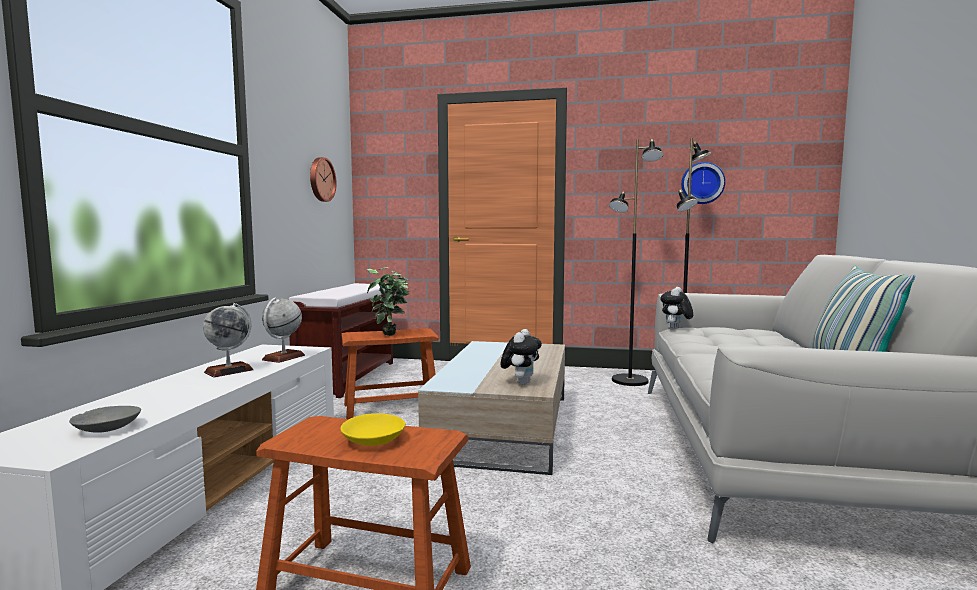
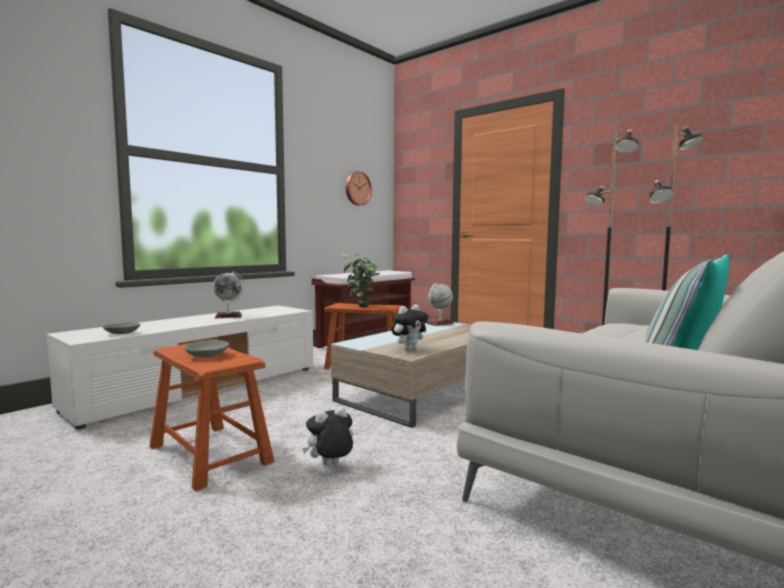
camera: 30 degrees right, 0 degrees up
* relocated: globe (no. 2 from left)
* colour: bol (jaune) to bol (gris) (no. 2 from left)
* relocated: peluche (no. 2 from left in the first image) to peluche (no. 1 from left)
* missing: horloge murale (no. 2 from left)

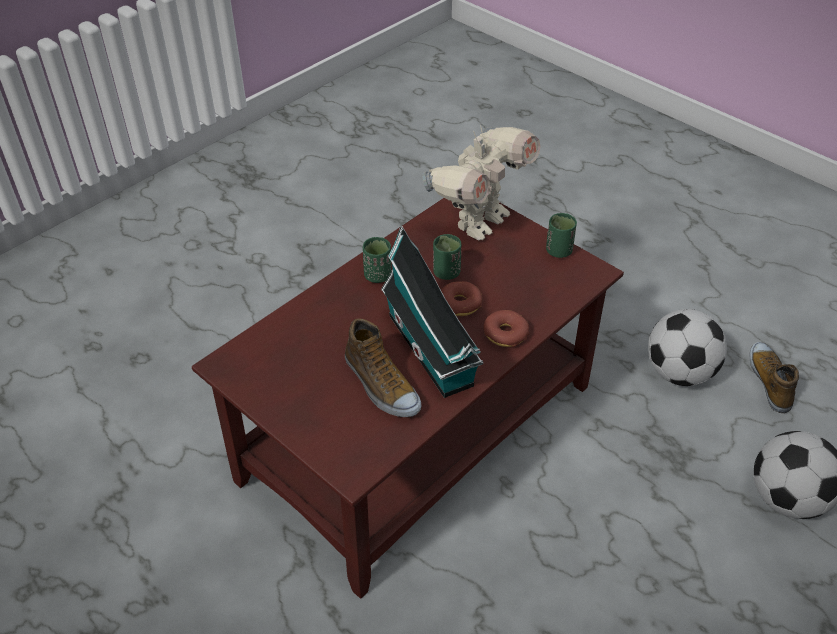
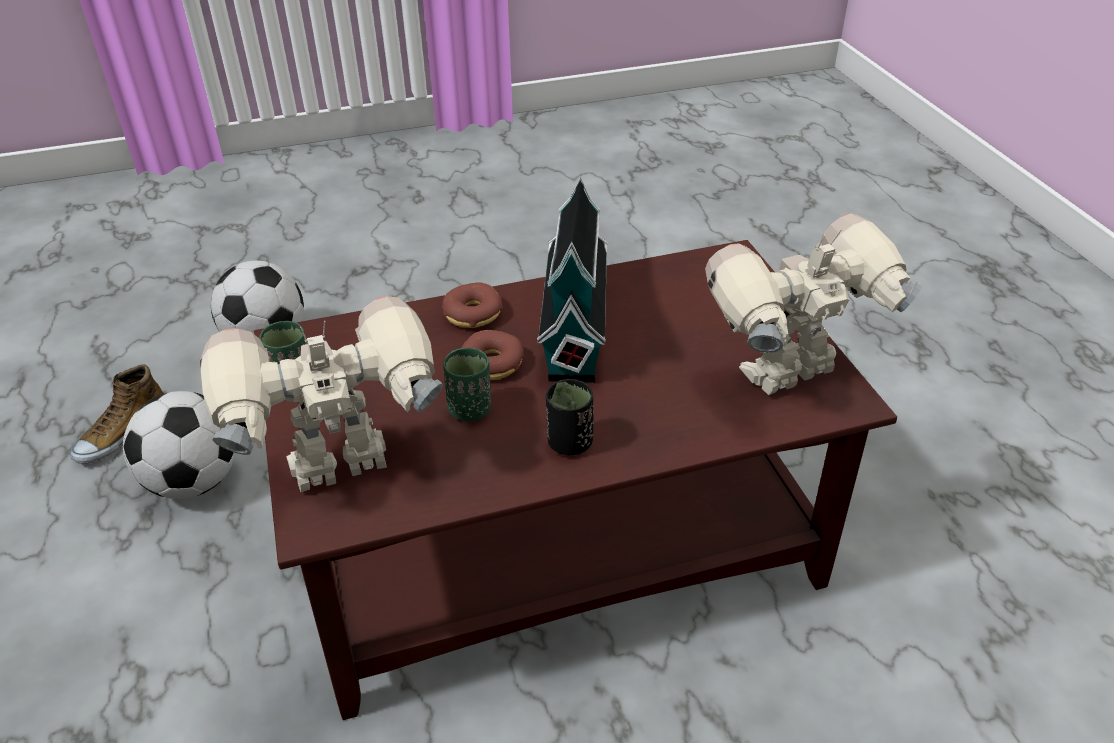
camera: 150 degrees left, 5 degrees down
* missing: chaussure (no. 1 from left)
* colour: tasse (vert) (no. 1 from left) to tasse (noir)
* appeared: robot jouet (no. 2 from left)

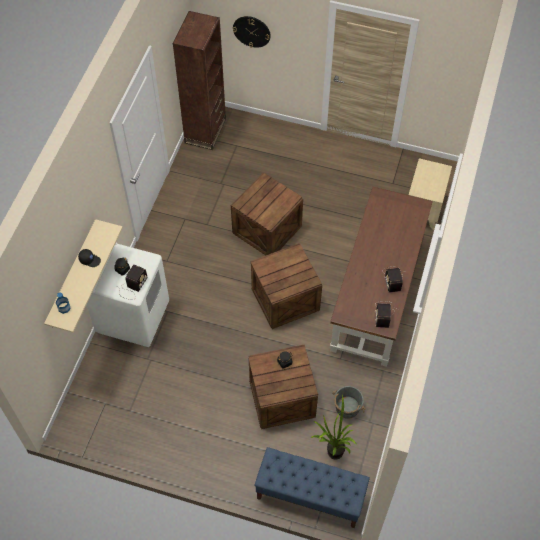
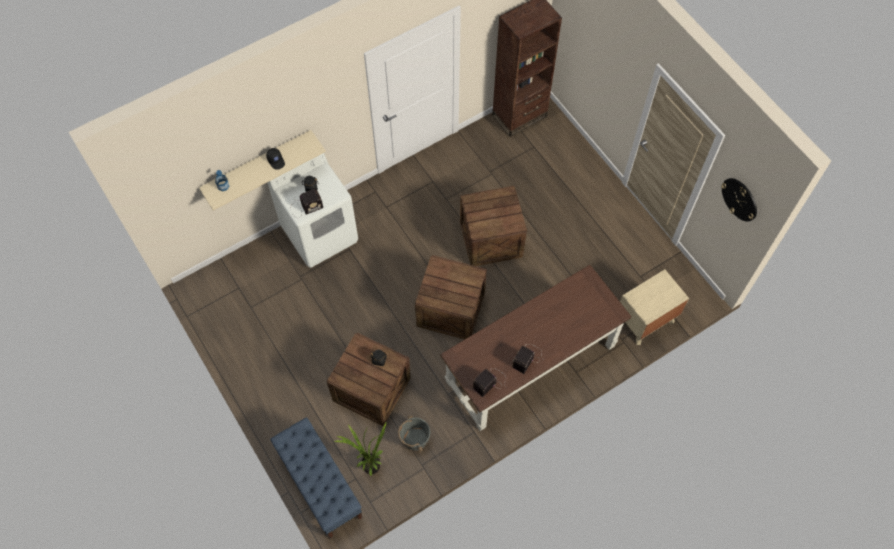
camera: 40 degrees right, 5 degrees up
* relocated: horloge murale

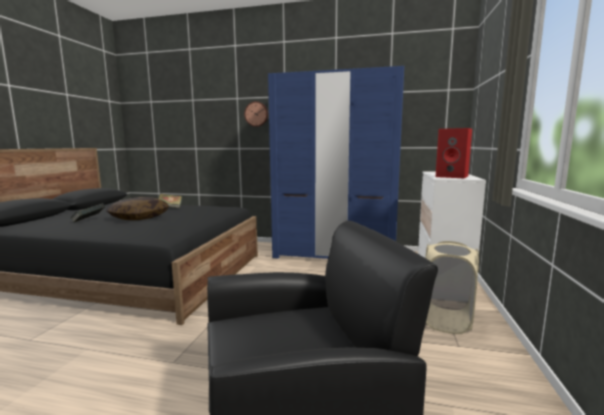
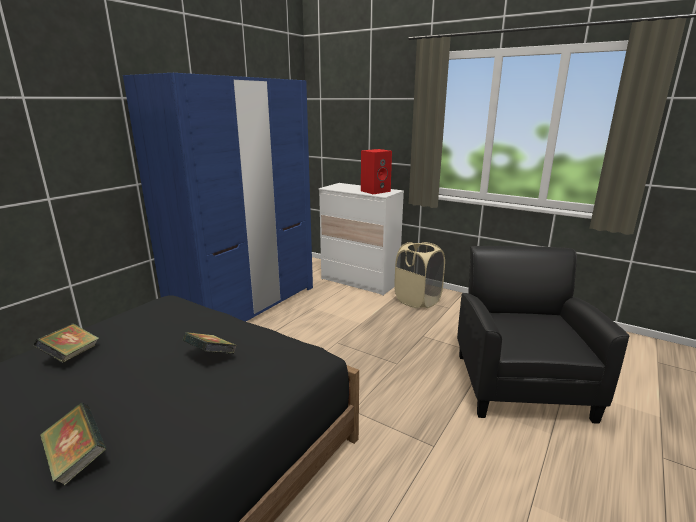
camera: 70 degrees left, 10 degrees up
* missing: coussin
* missing: horloge murale
* appeared: livre (no. 3 from left)

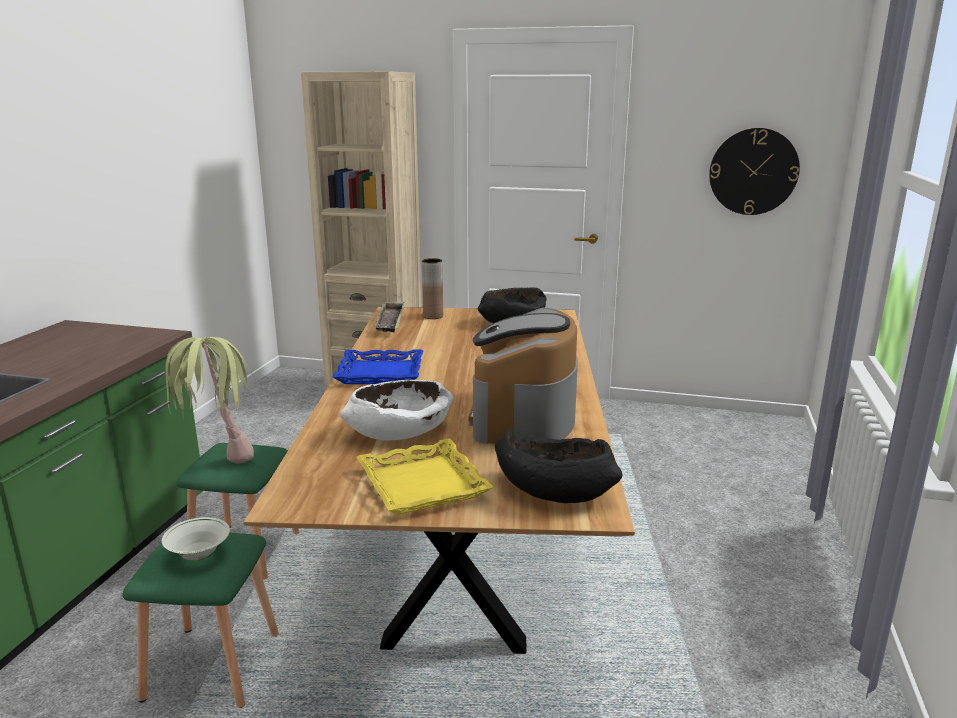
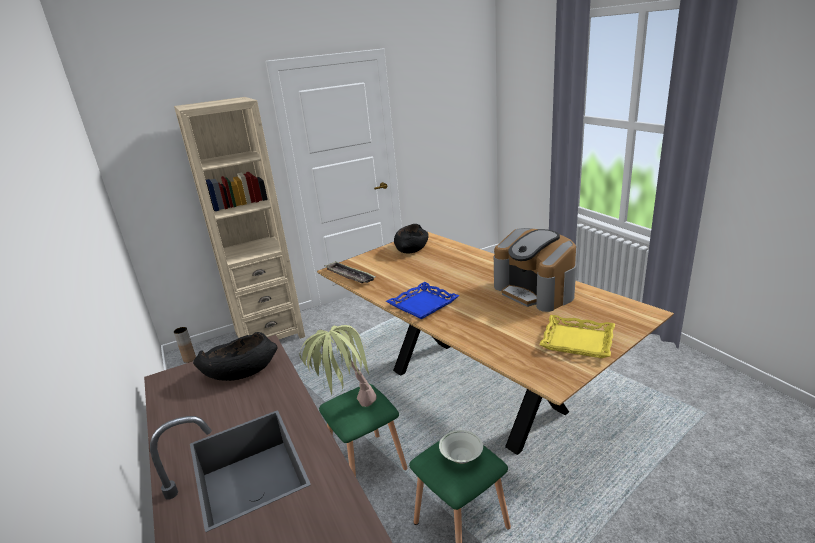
camera: 40 degrees left, 5 degrees up
* missing: bol (blanc) (no. 2 from left)
* relocated: vase (marron)
* relocated: bol (noir) (no. 2 from left in the first image) to bol (noir) (no. 1 from left)
* missing: horloge murale

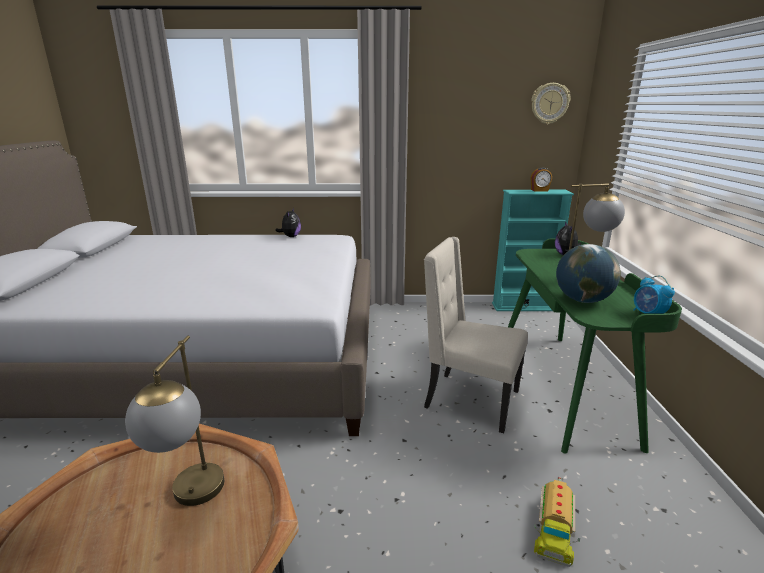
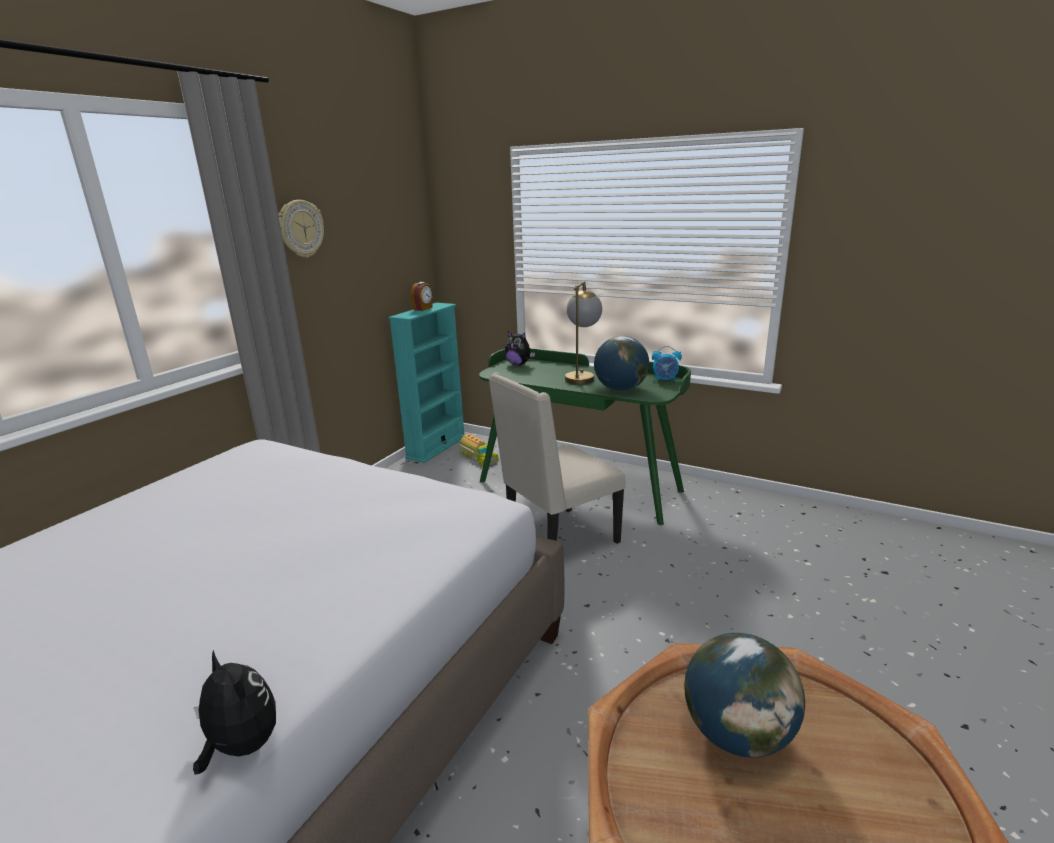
camera: 60 degrees left, 0 degrees up
* exchanged: lampe de table (no. 1 from left) to globe (no. 2 from left)
* relocated: peluche (no. 1 from left)
* relocated: horloge murale
* relocated: camion jouet

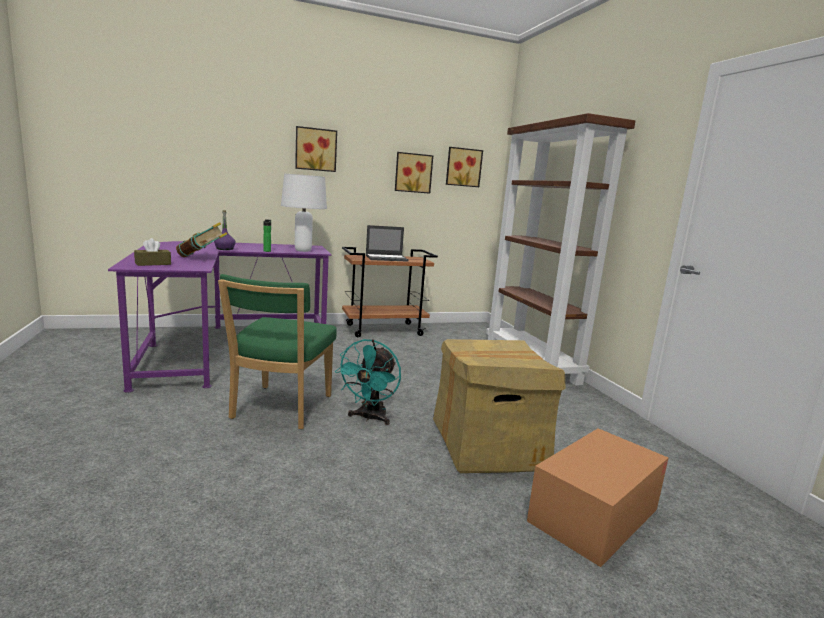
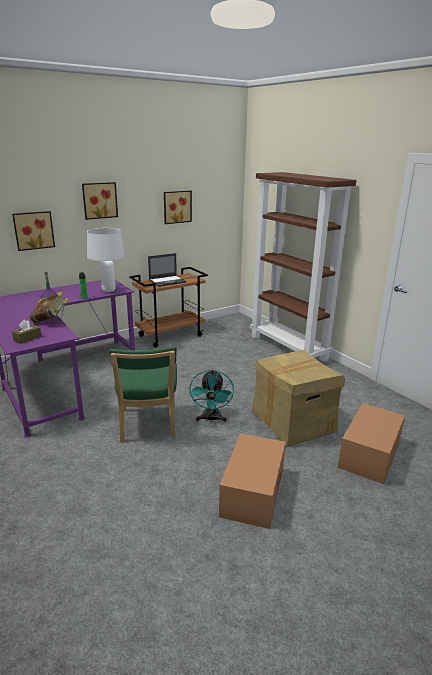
camera: 15 degrees left, 10 degrees up
* relocated: tableau (no. 3 from left in the first image) to tableau (no. 1 from left)
* appeared: carton (no. 1 from left)

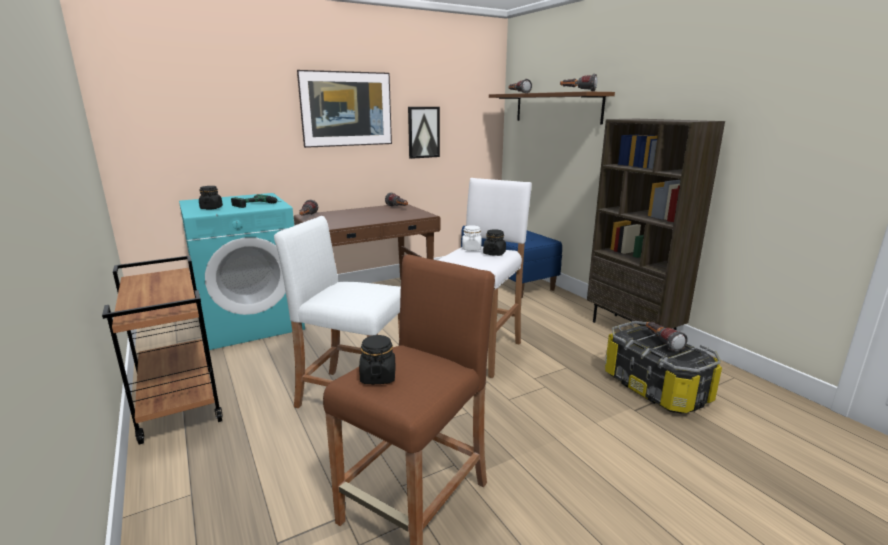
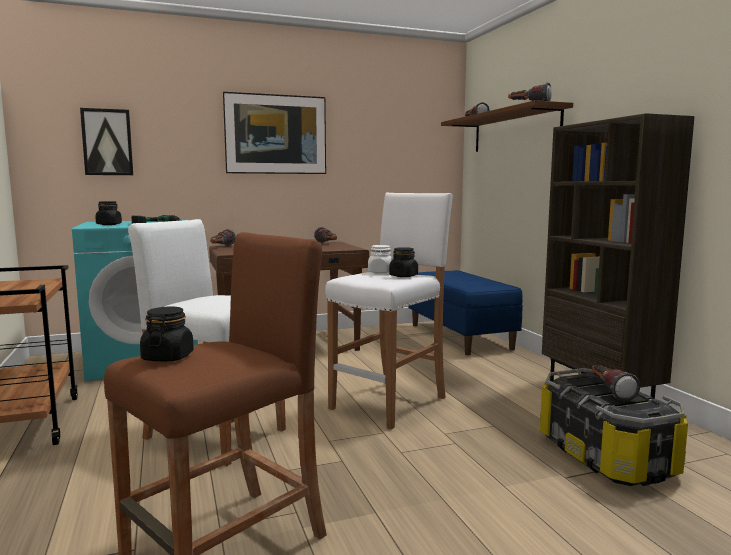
camera: 10 degrees right, 10 degrees down
* relocated: tableau (no. 2 from left in the first image) to tableau (no. 1 from left)

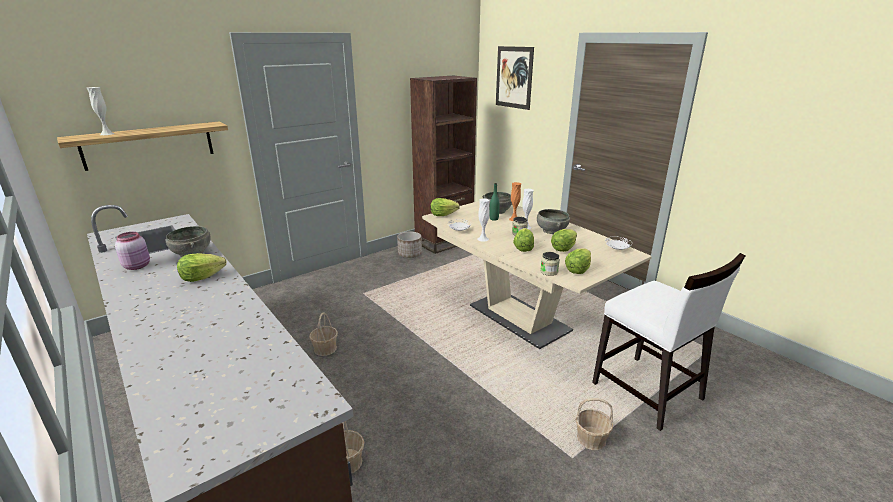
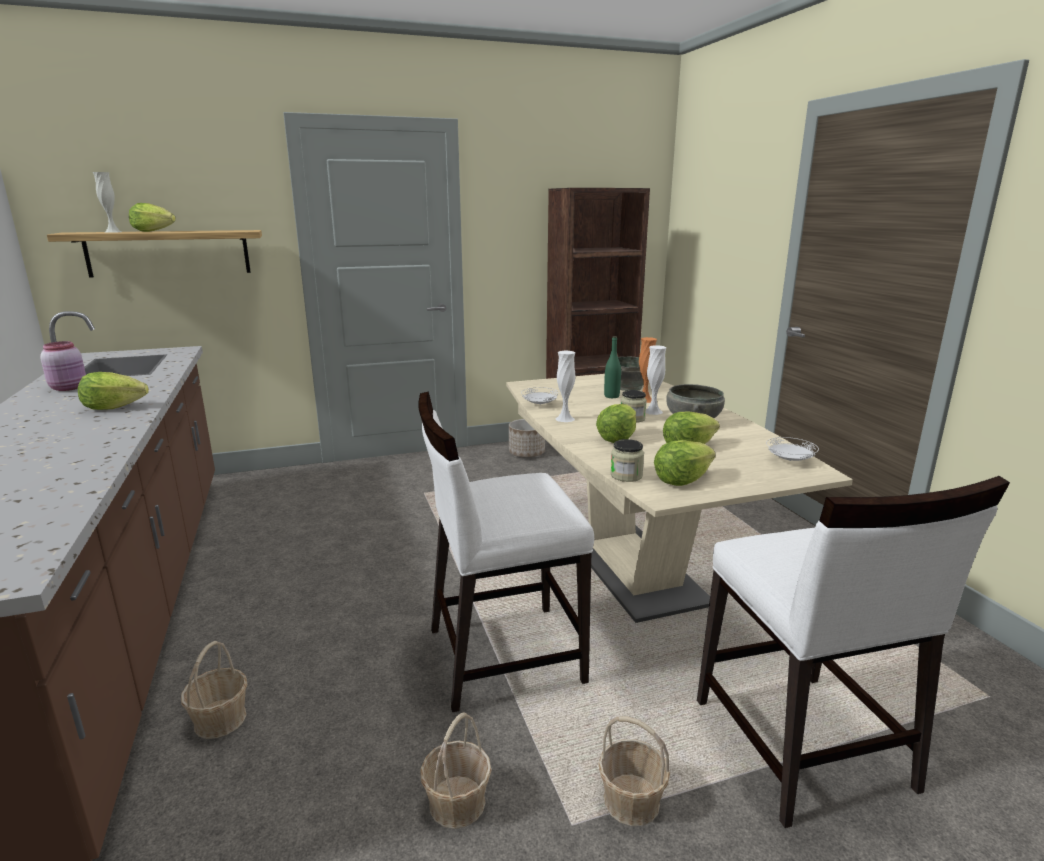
camera: 20 degrees right, 5 degrees down
* missing: bol (gris) (no. 1 from left)
* relocated: panier (no. 1 from left in the first image) to panier (no. 2 from left)
* relocated: laitue (no. 2 from left)
* missing: tableau
* appeared: chaise (blanc) (no. 1 from left)

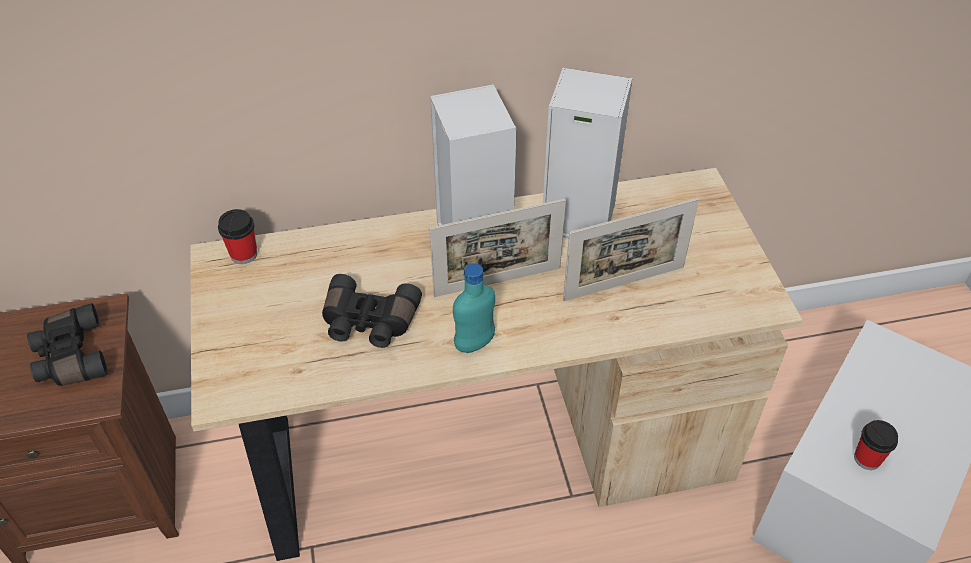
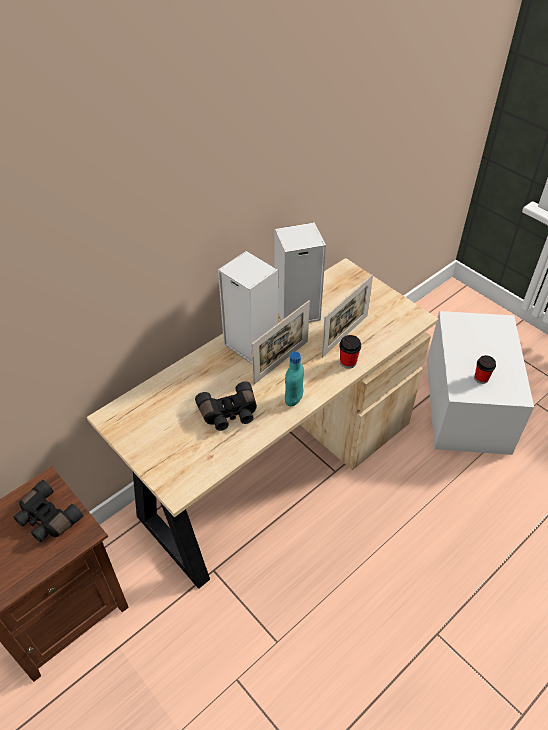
camera: 30 degrees left, 0 degrees up
* relocated: tasse (no. 1 from left)

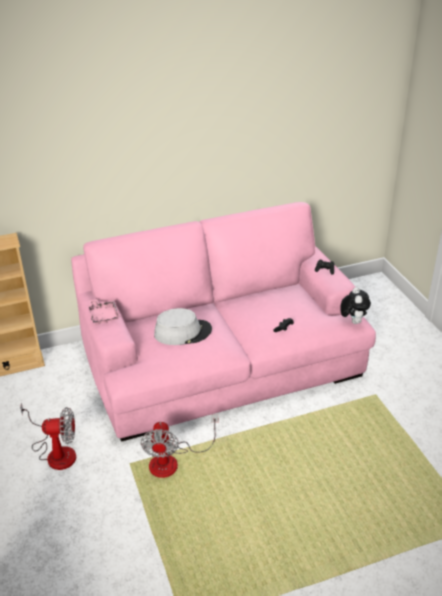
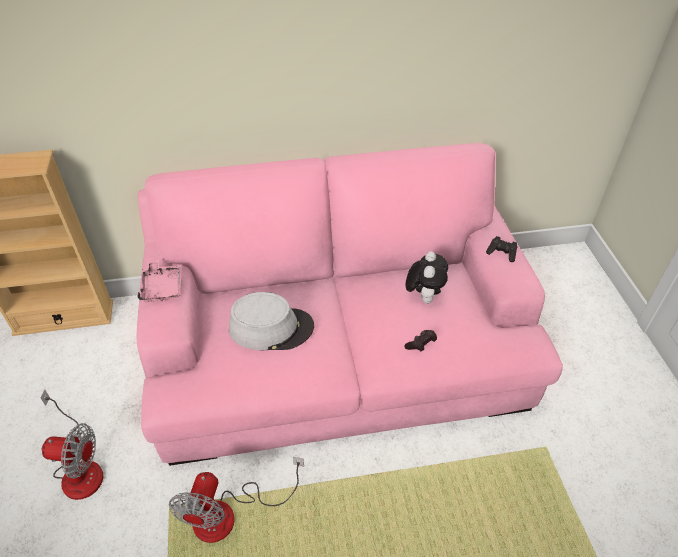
camera: 10 degrees right, 10 degrees up
* relocated: peluche

